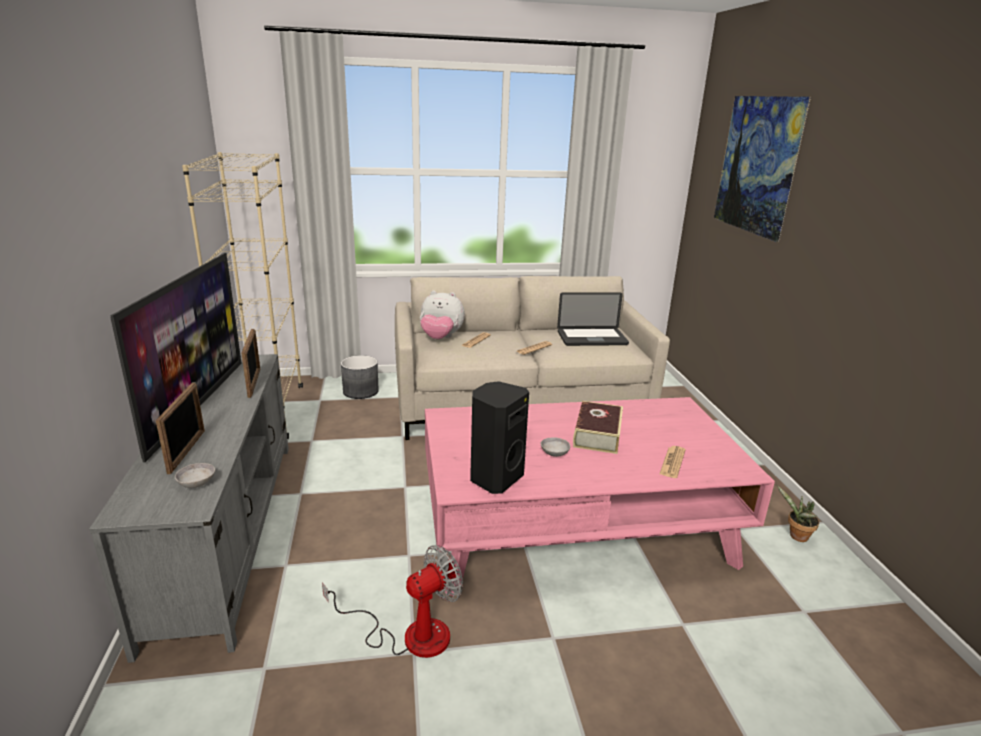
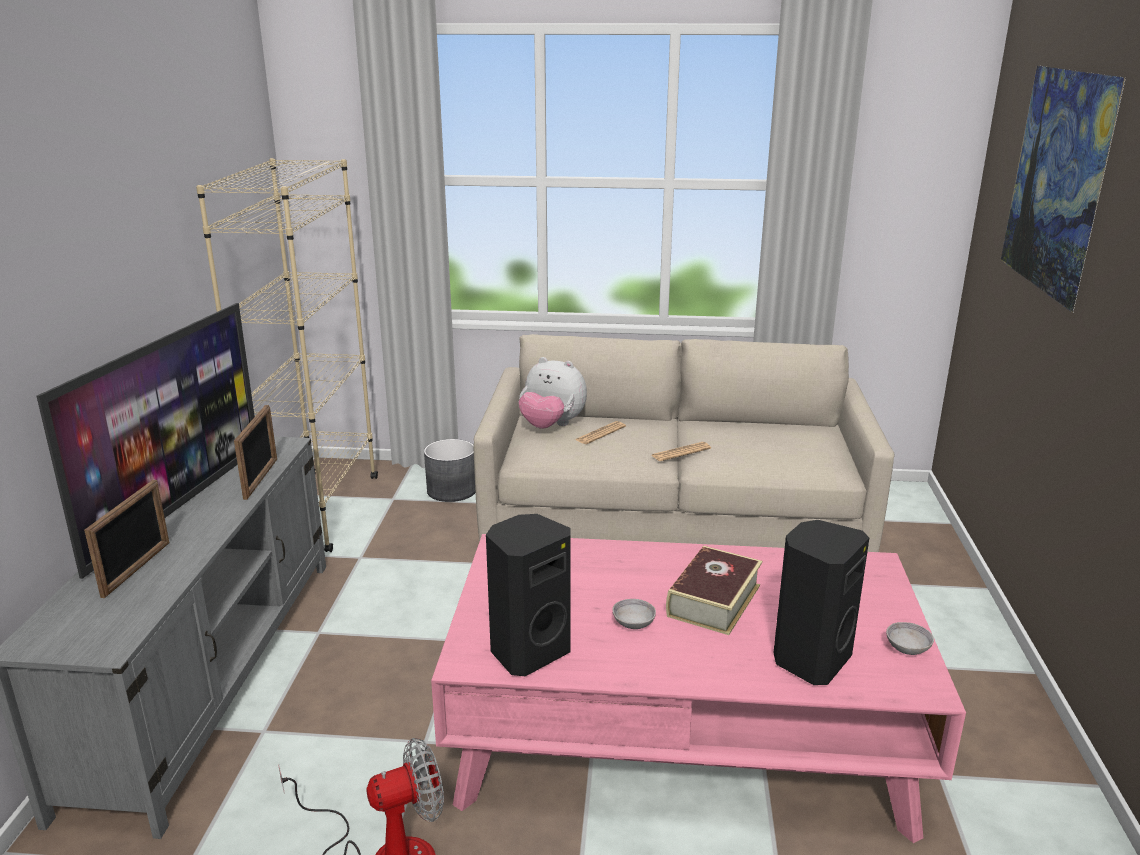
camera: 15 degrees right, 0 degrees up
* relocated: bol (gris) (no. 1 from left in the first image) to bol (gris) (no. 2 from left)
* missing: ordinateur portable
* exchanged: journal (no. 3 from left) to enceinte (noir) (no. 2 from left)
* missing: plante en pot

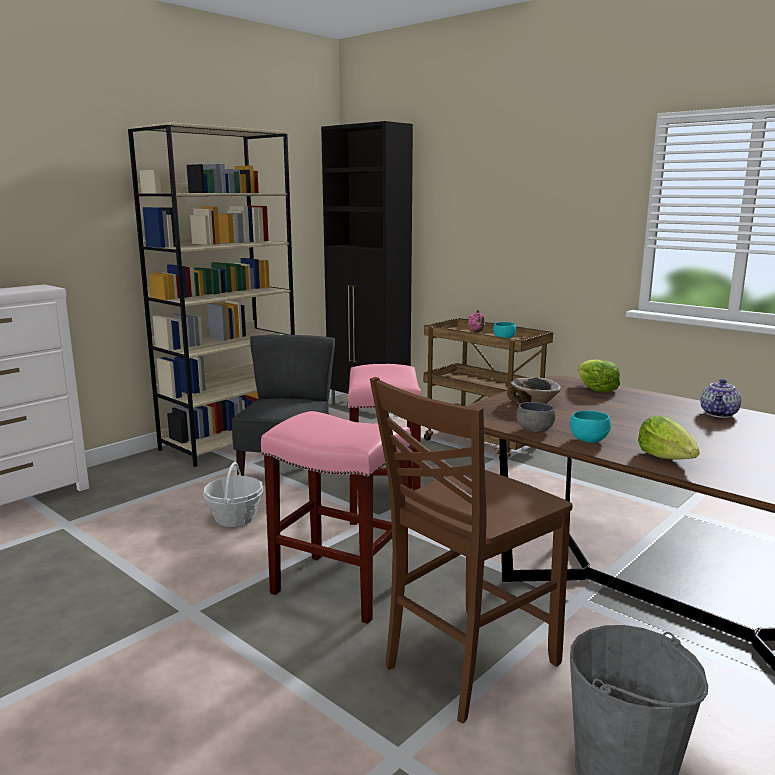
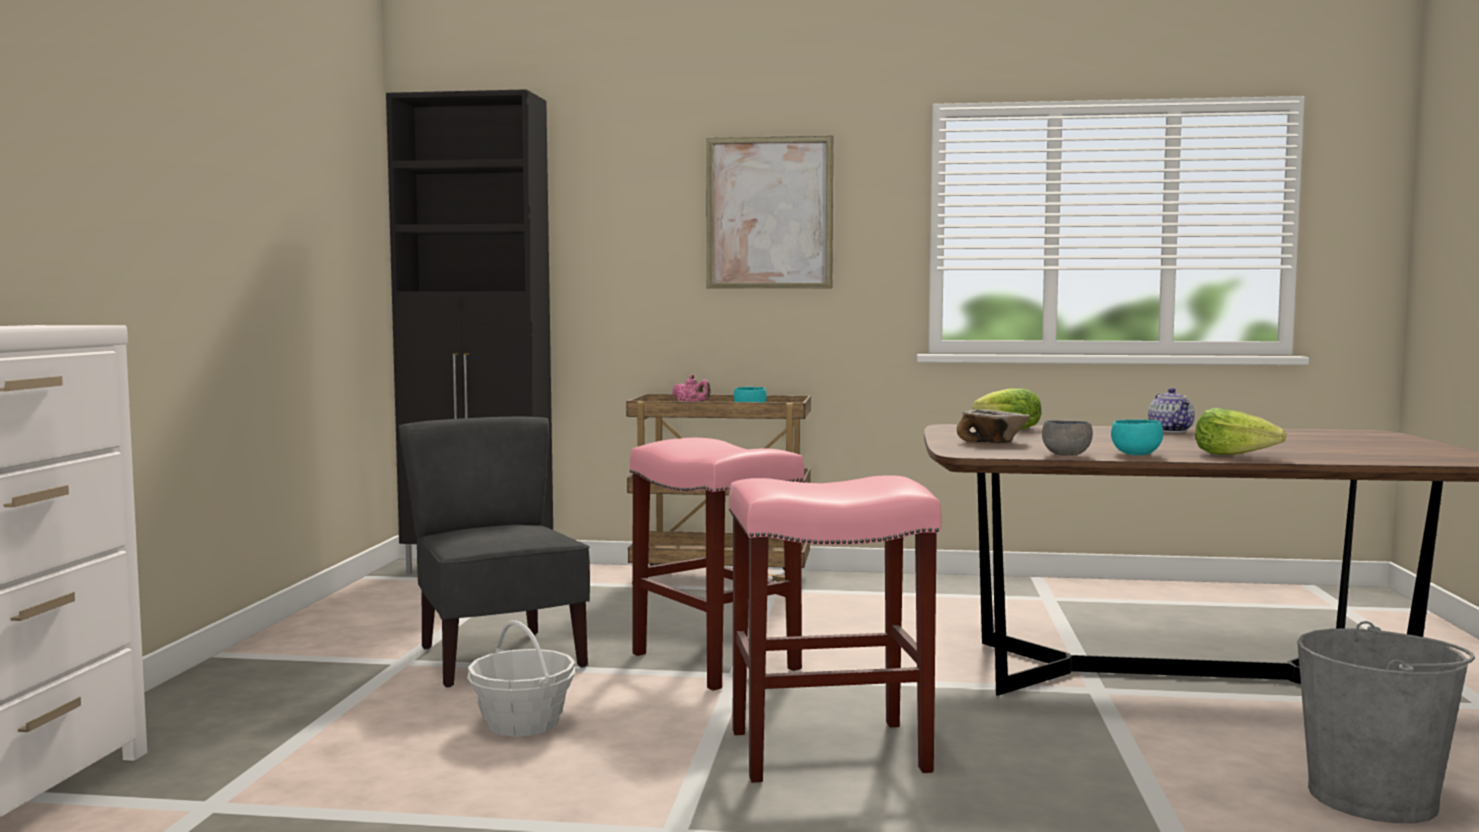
camera: 35 degrees left, 10 degrees down
* missing: bibliothèque (beige)
* missing: chaise (marron)
* appeared: tableau

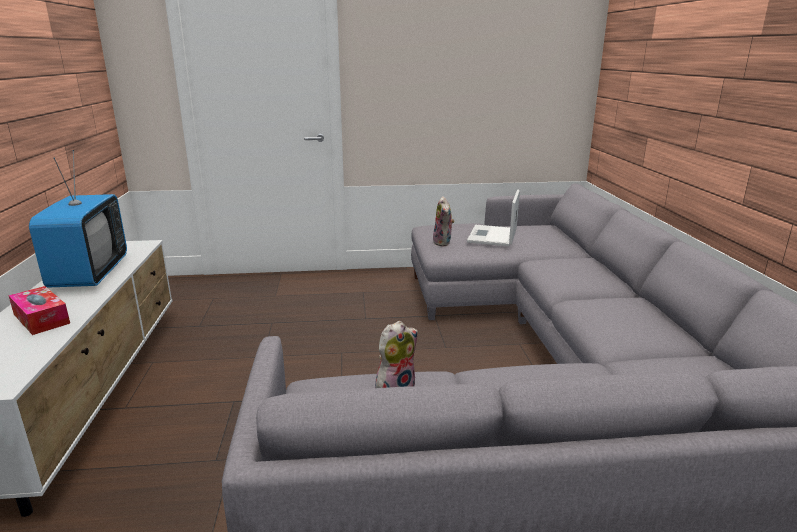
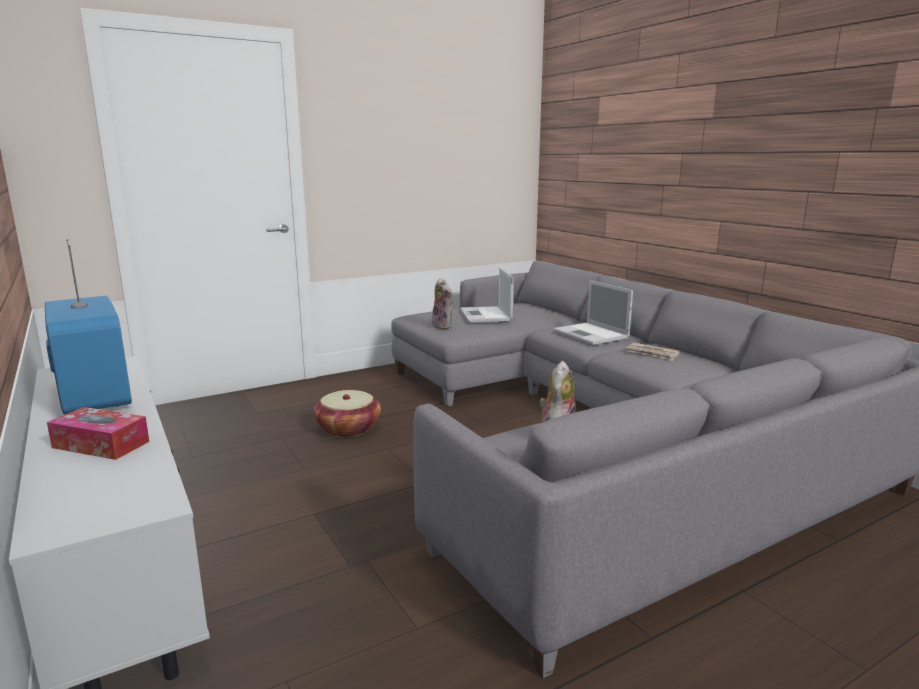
camera: 25 degrees left, 5 degrees down
* appeared: panier
* appeared: ordinateur portable (no. 2 from left)
* appeared: journal

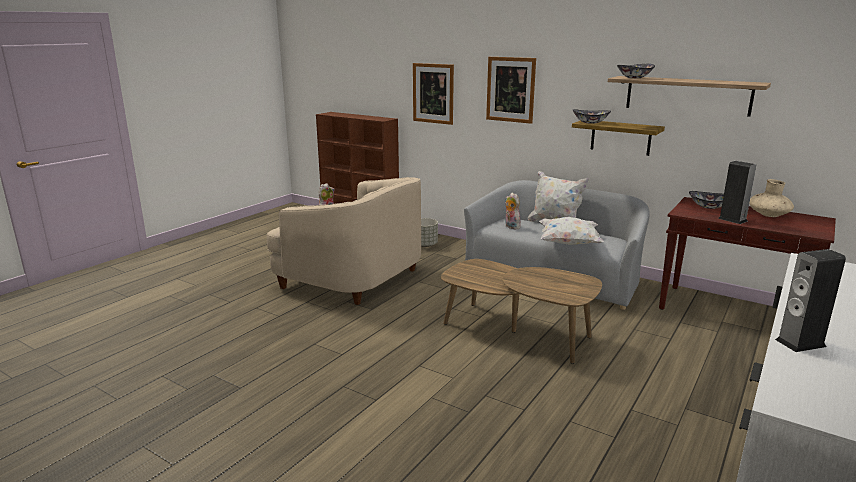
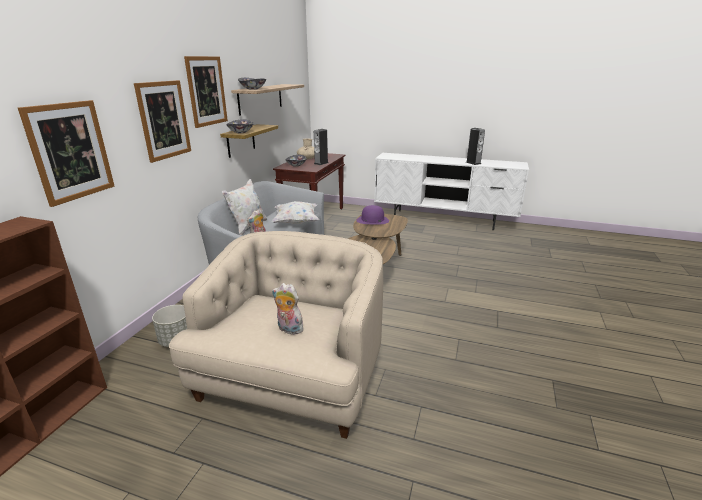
camera: 105 degrees left, 5 degrees up
* appeared: tableau (no. 3 from left)
* appeared: chapeau (violet)

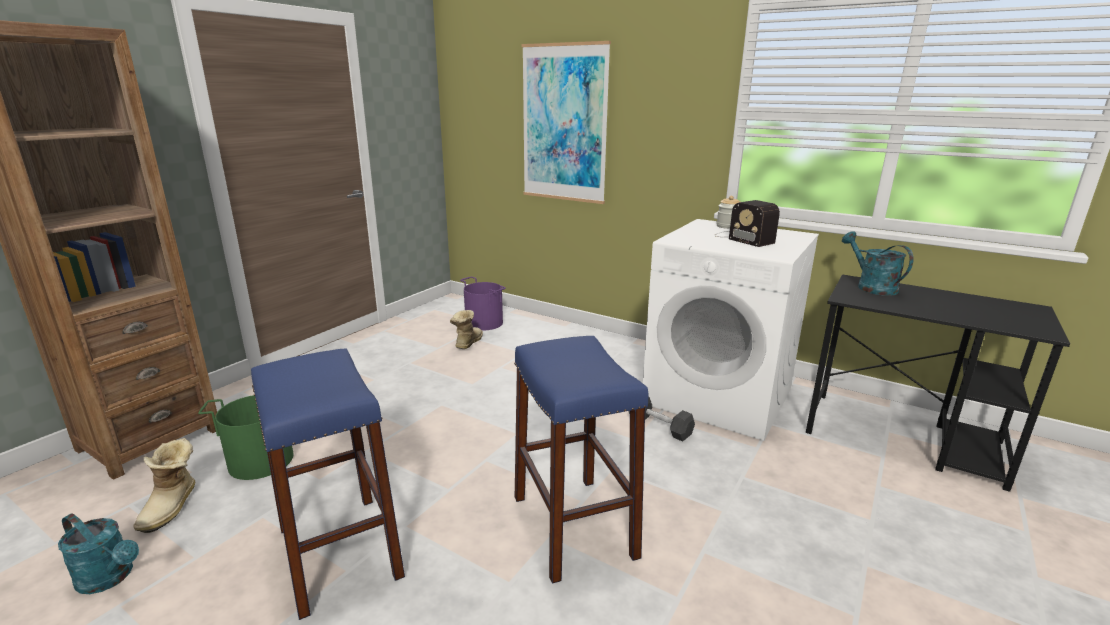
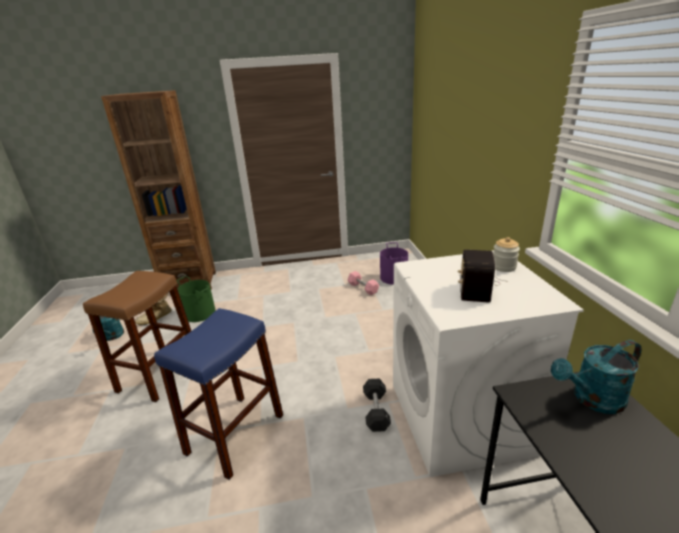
camera: 50 degrees right, 5 degrees up
* colour: tabouret (bleu) (no. 1 from left) to tabouret (marron)
* exchanged: botte (no. 2 from left) to haltère (rose)
* missing: tableau
* spun: arrosoir (turquoise) (no. 2 from left) 135 degrees counterclockwise

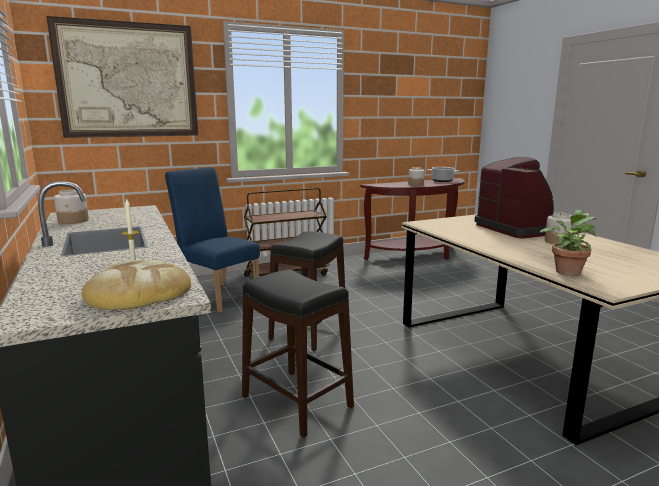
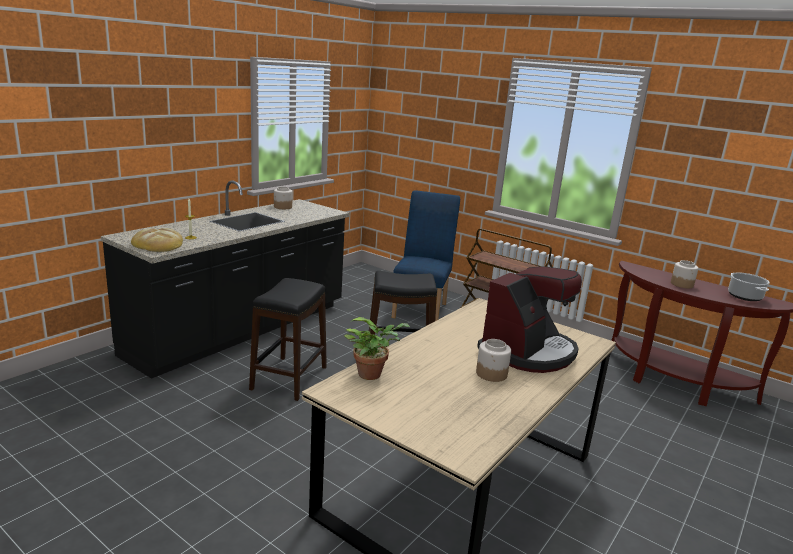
camera: 60 degrees right, 5 degrees up
* missing: tableau

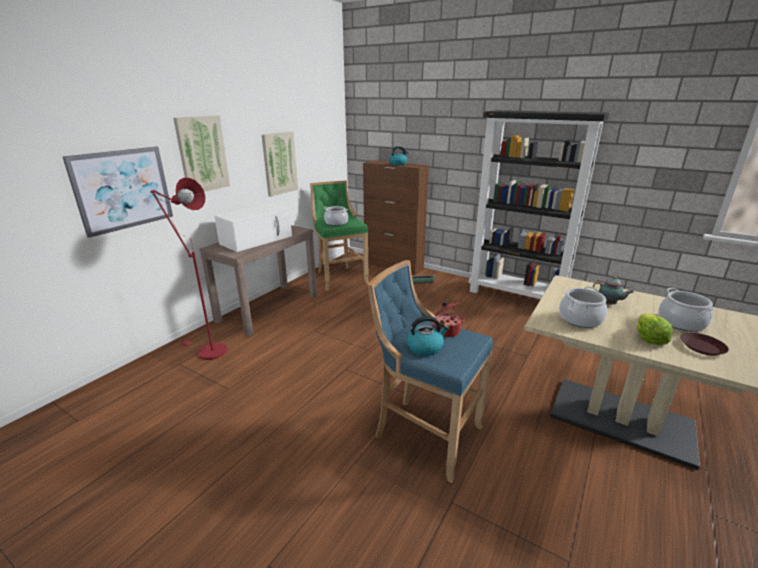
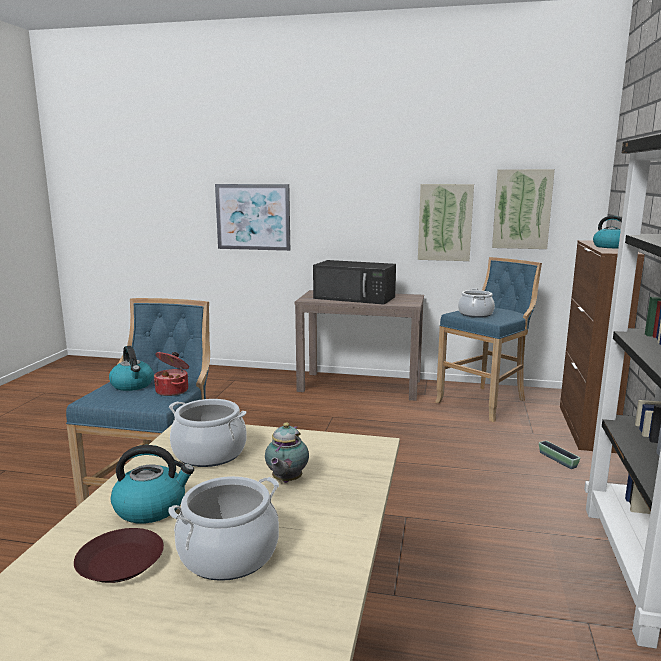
camera: 70 degrees right, 10 degrees down
* missing: lampadaire (rouge)
* relocated: tableau (no. 2 from left in the first image) to tableau (no. 3 from left)
* colour: micro-ondes (blanc) to micro-ondes (noir)
* colour: tabouret (vert) to tabouret (bleu) (no. 2 from left)
* exchanged: laitue to bouilloire (no. 2 from left)

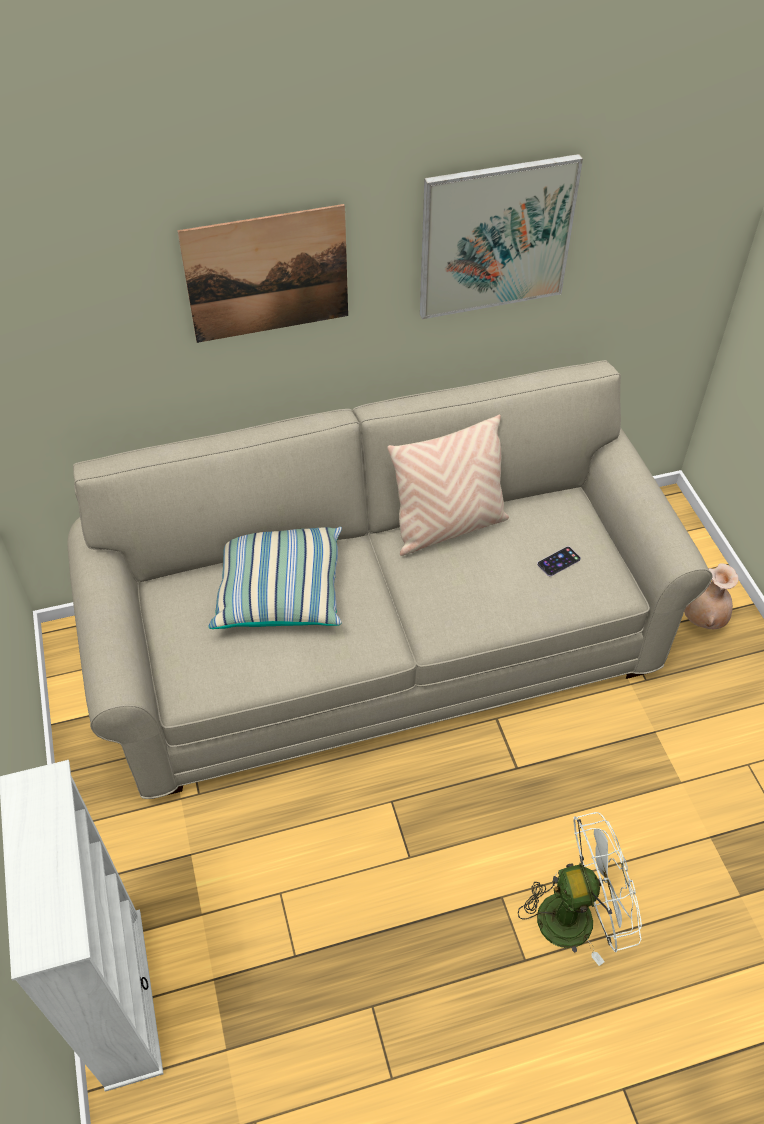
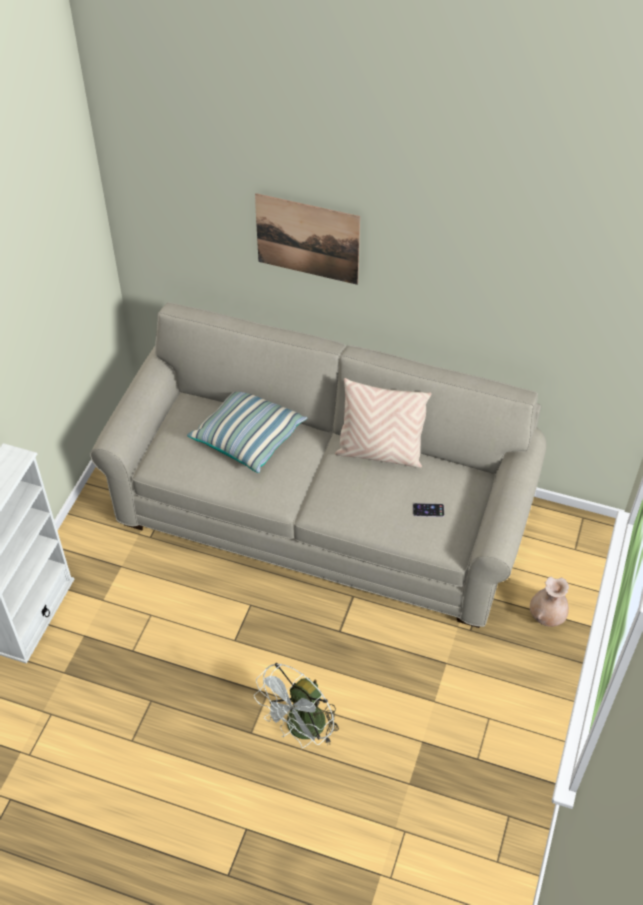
camera: 35 degrees right, 0 degrees up
* missing: tableau (no. 2 from left)
* spun: ventilateur (blanc) 105 degrees clockwise

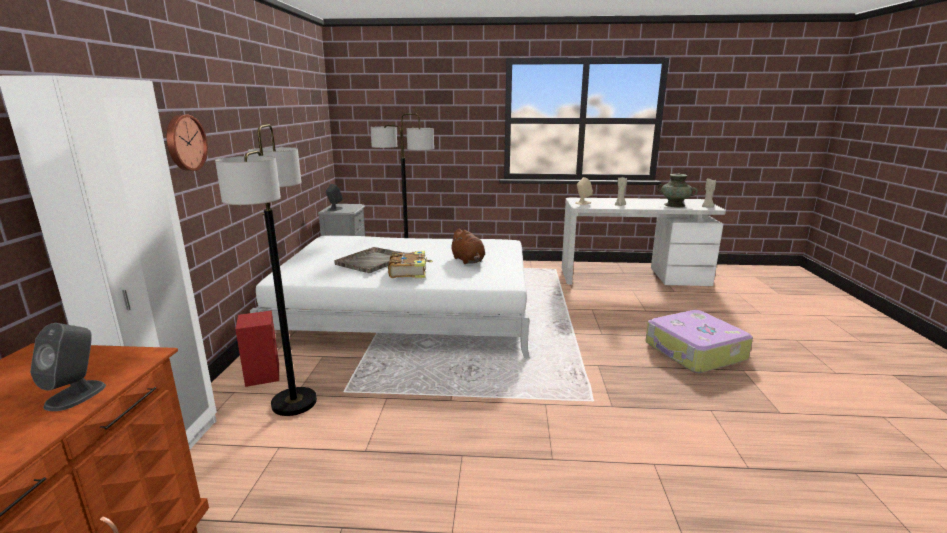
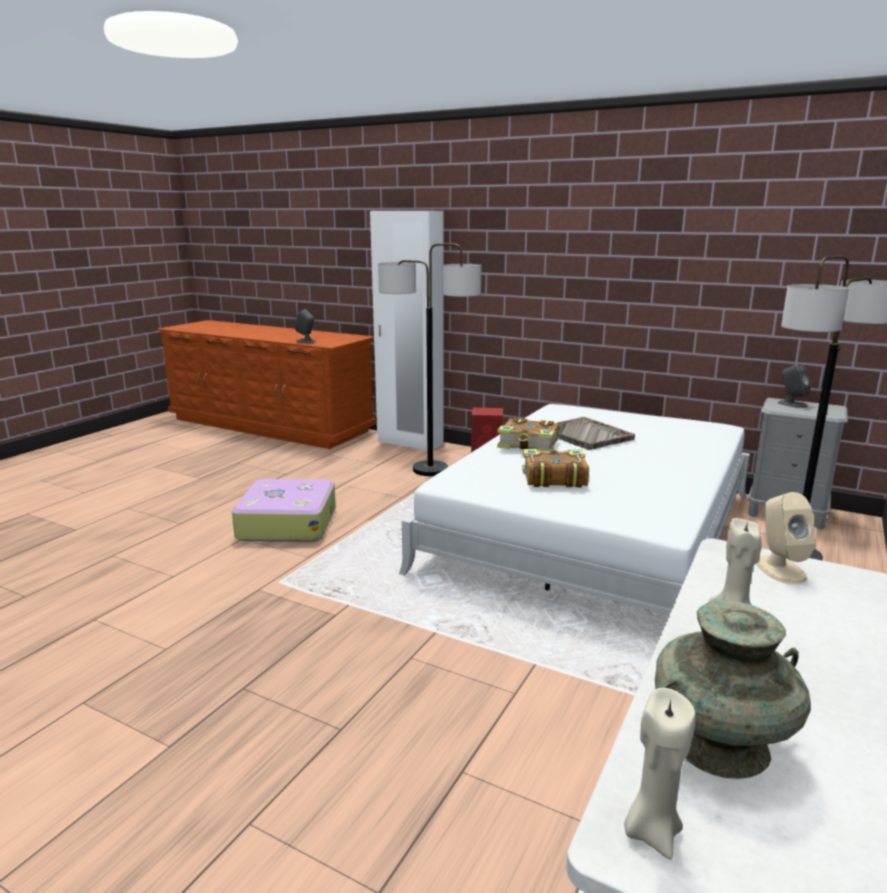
camera: 115 degrees right, 0 degrees up
* missing: horloge murale
* exchanged: peluche (marron) to livre (no. 2 from left)
* relocated: valise

